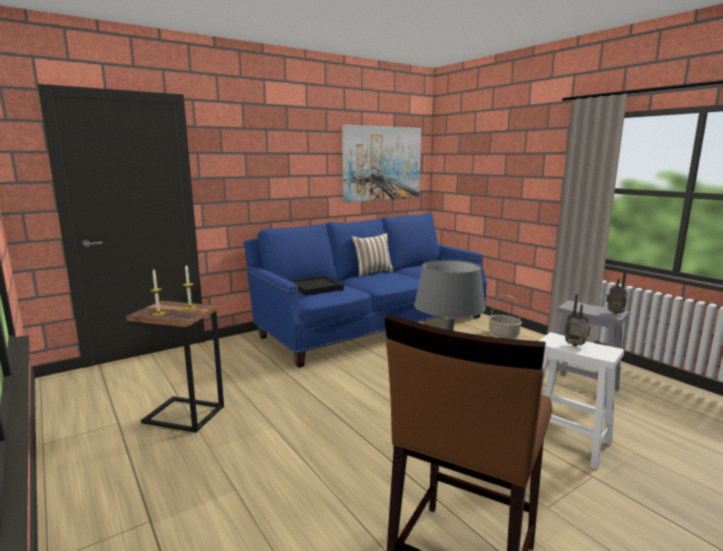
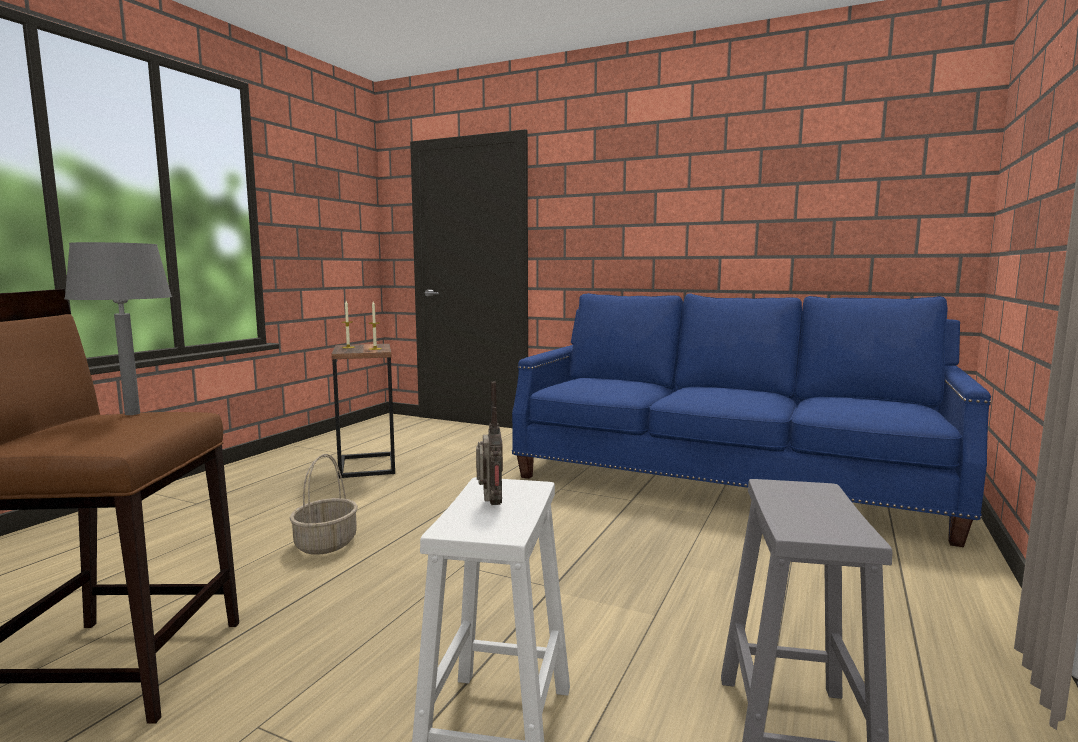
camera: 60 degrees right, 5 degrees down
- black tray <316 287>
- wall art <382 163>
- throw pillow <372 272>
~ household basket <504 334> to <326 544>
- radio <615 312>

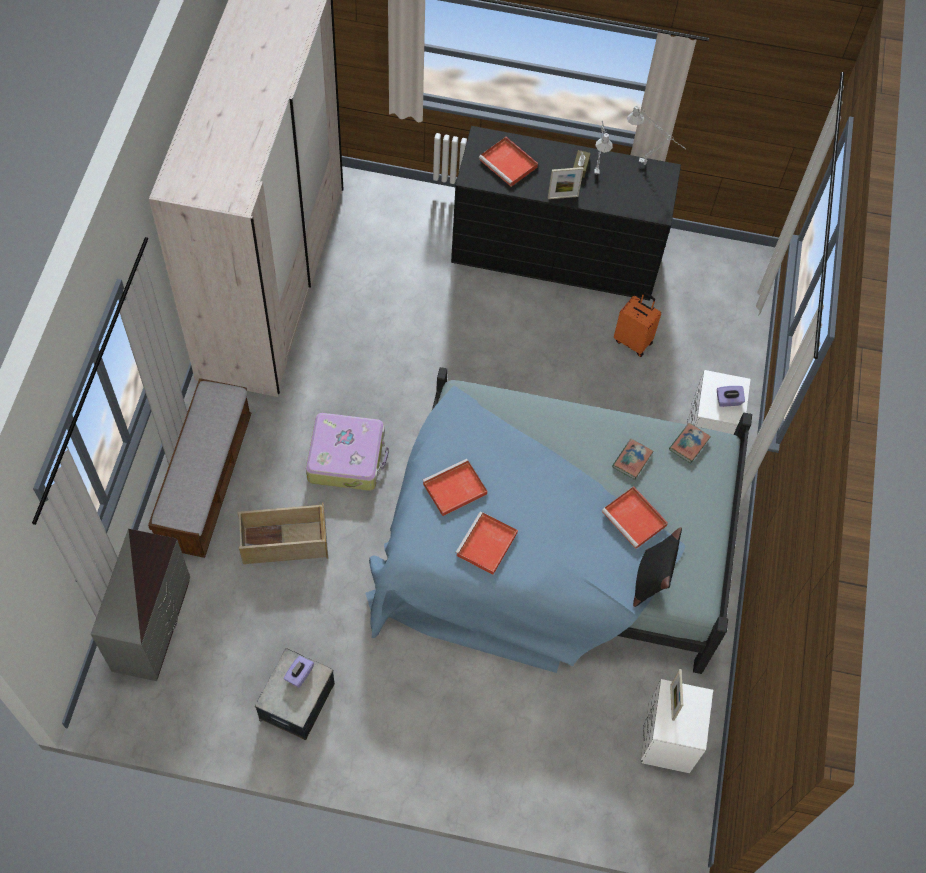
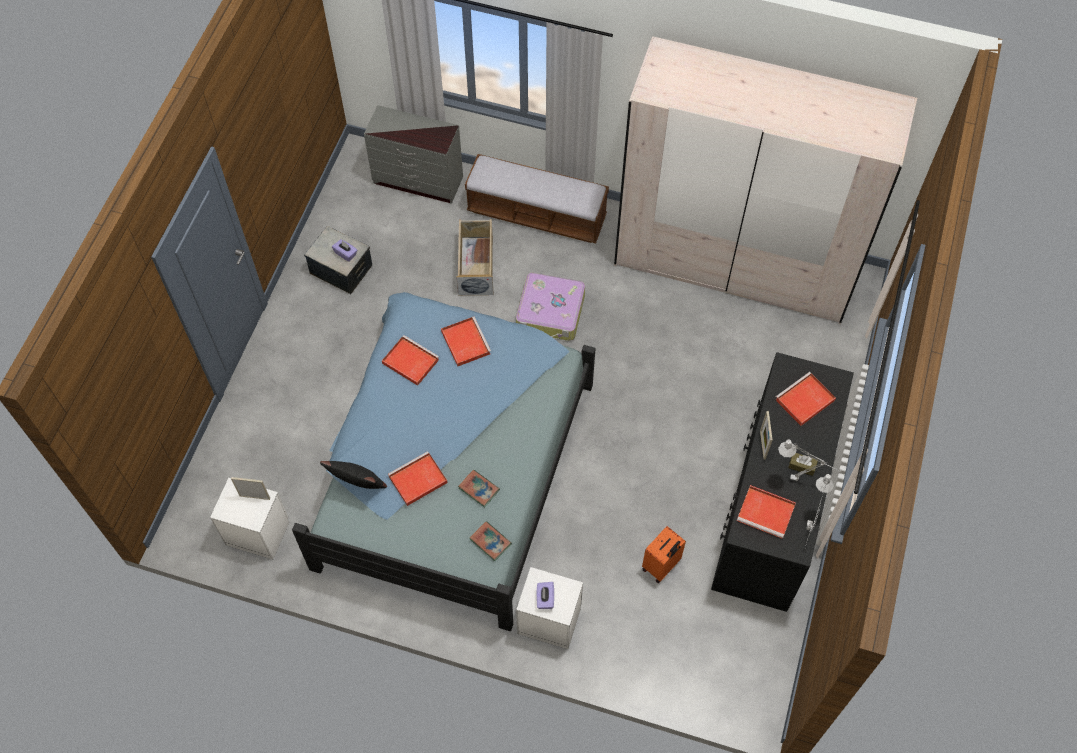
camera: 100 degrees right, 0 degrees up
+ reddish tray <767 513>

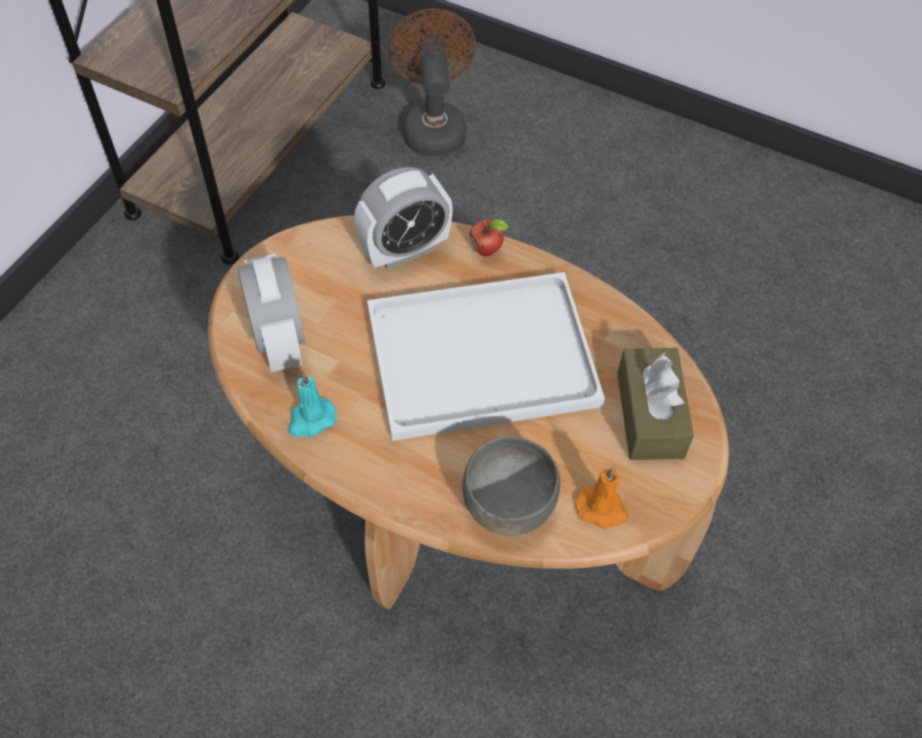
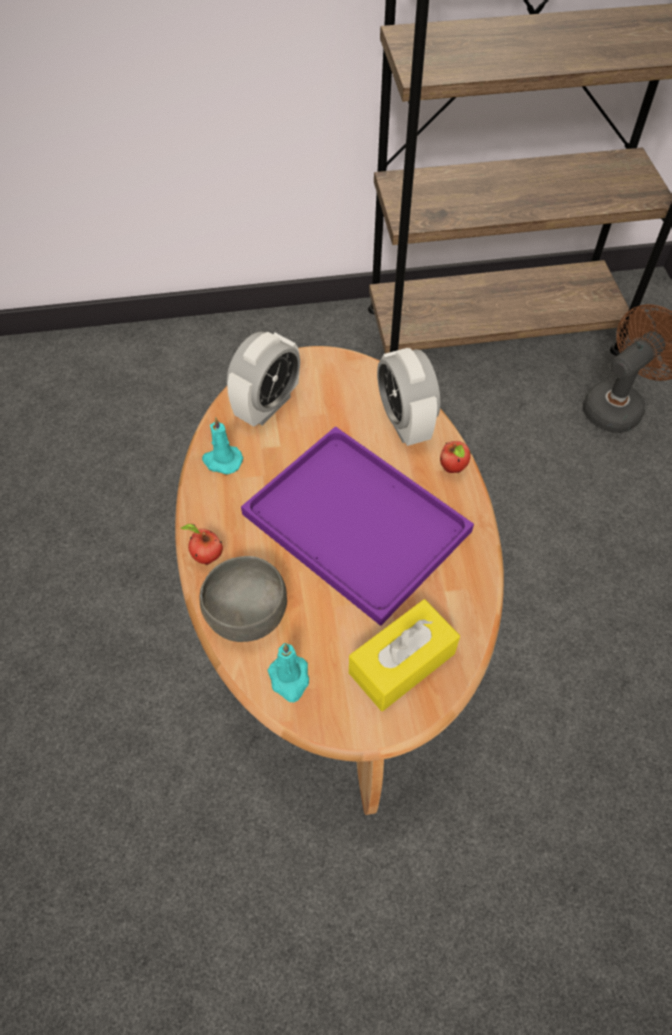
camera: 55 degrees right, 0 degrees up
~ table clock <405 250> = <404 423> 45 degrees clockwise
~ white-coloured tray <485 354> to purplish tray <360 524>
~ orange wax light <602 509> to turquoise wax light <289 679>
~ brown-coloured box of tissues <650 415> to yellowish box of tissues <402 663>
+ apple <206 557>

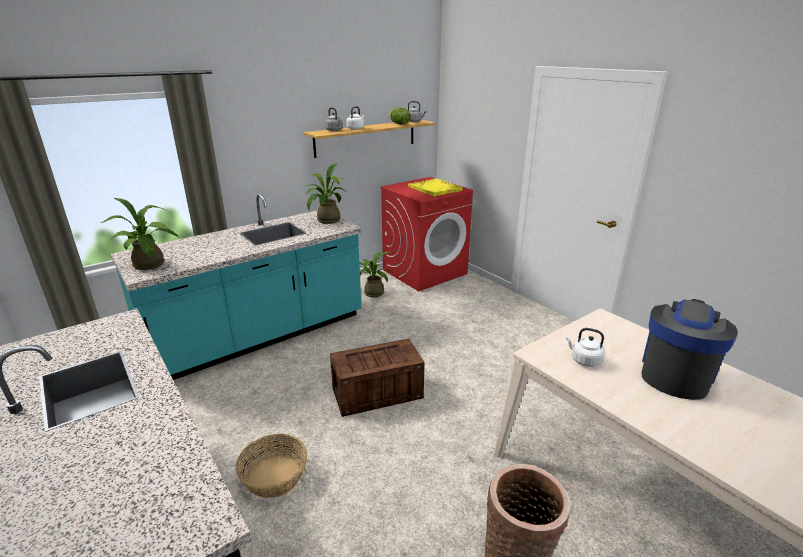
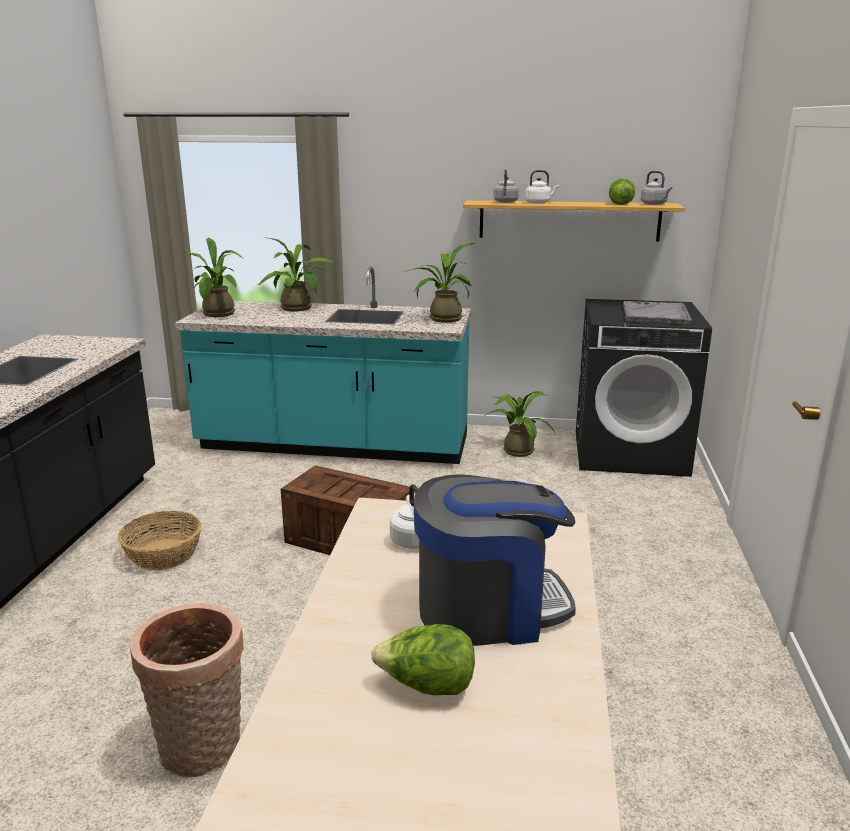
camera: 45 degrees right, 5 degrees down
~ reddish laundry appliance <424 272> to black laundry appliance <630 452>
~ yellowish tray <435 188> to greyish tray <655 315>
+ potted plant <299 309>
+ lettuce head <427 687>

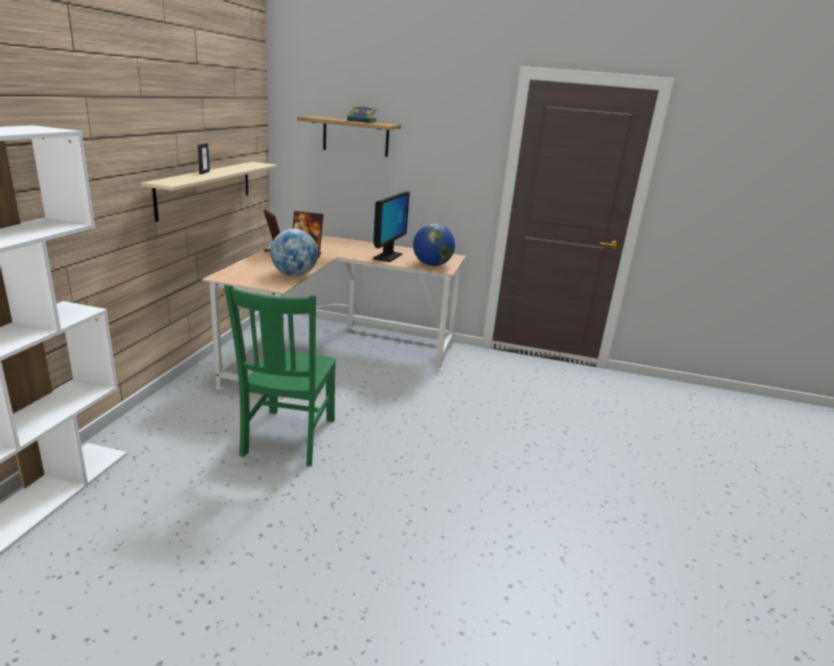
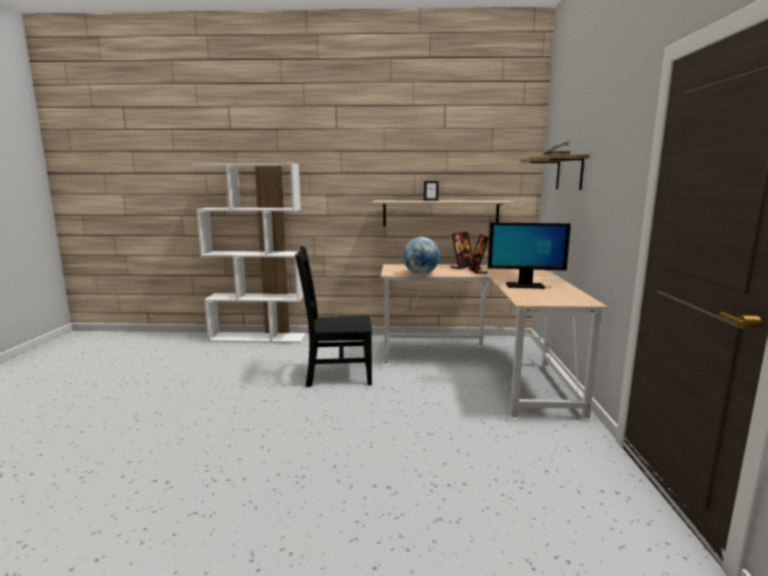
camera: 80 degrees right, 10 degrees down
~ green-coloured chair <288 438> to black chair <336 375>
- world globe <432 265>

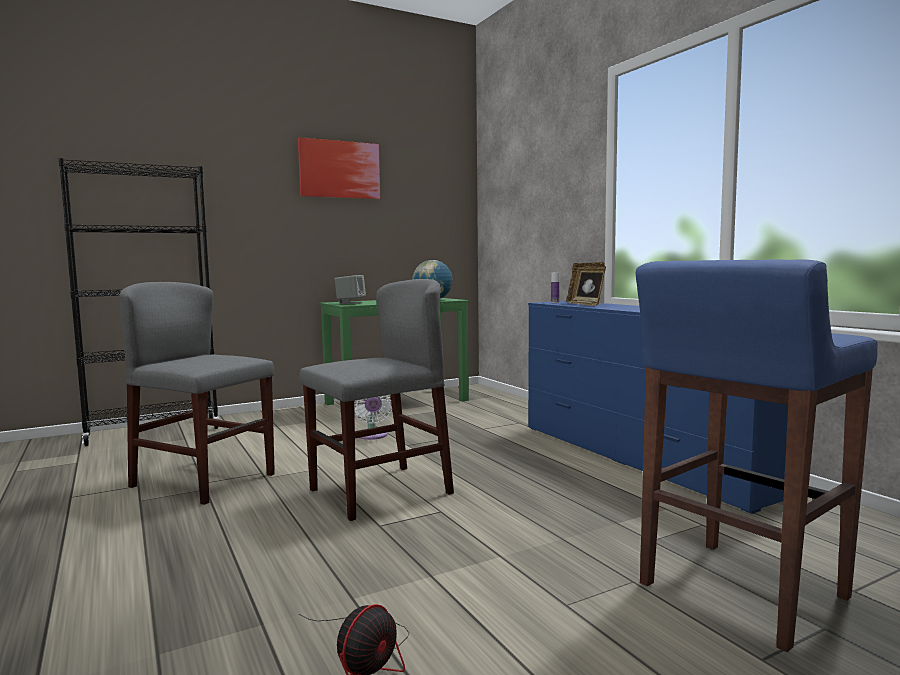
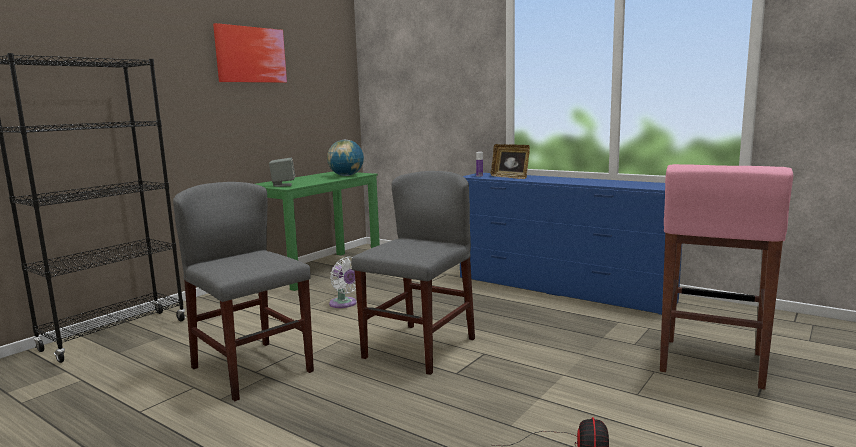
camera: 25 degrees left, 5 degrees up
~ greyish chair <204 480> = <252 369> 45 degrees clockwise
~ blue-coloured stool <740 592> to pink-coloured stool <711 363>

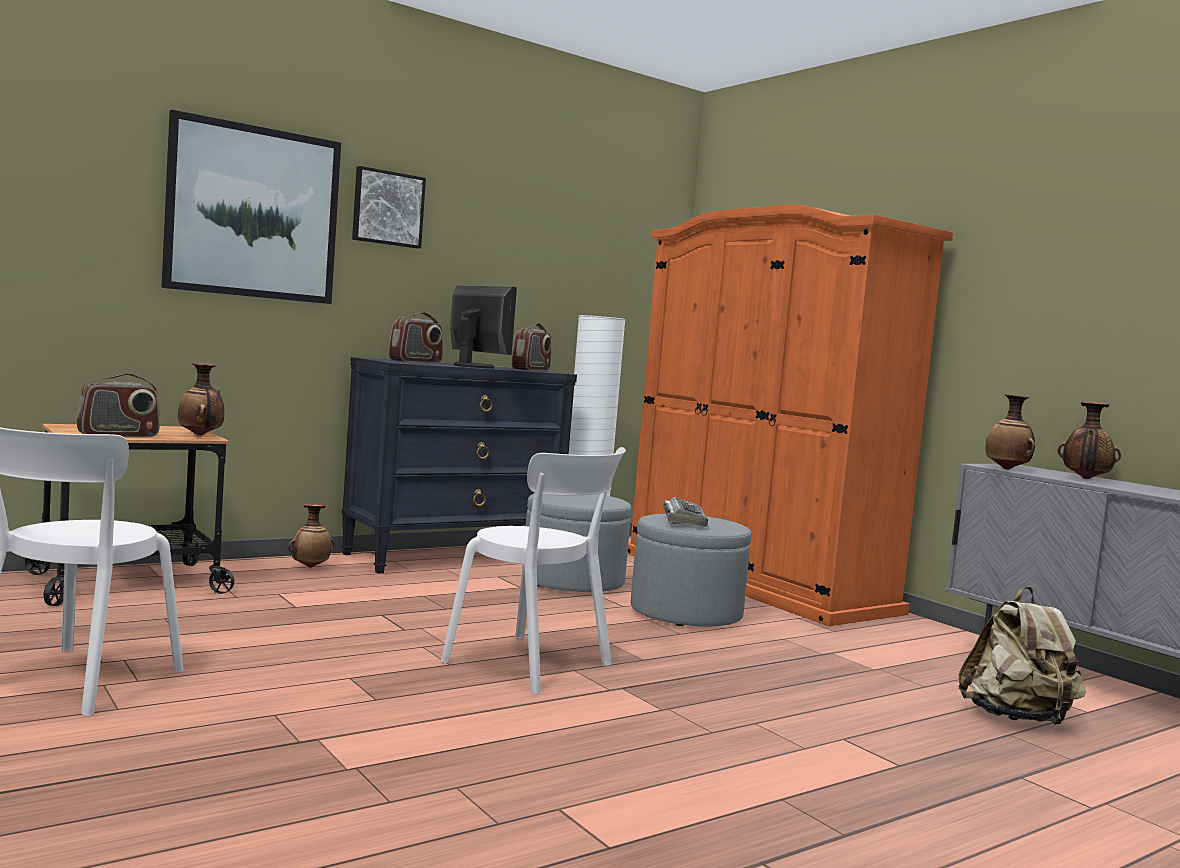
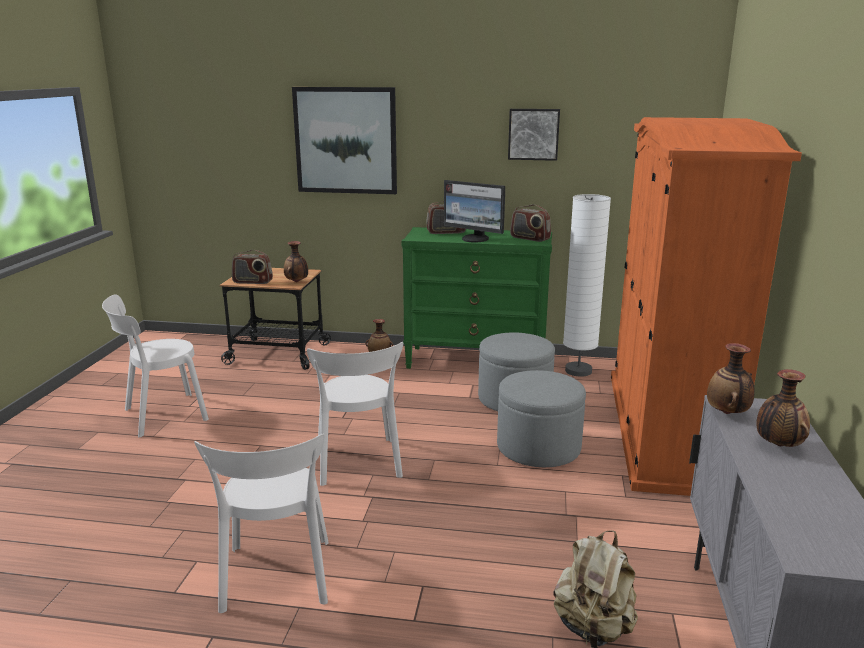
camera: 45 degrees right, 15 degrees up
~ black drawer chest <453 557> to green-coloured drawer chest <476 361>
~ wall art <387 208> to <533 134>
~ monitor <475 366> = <475 239> 120 degrees clockwise
~ radio <531 369> = <529 238> 60 degrees clockwise
- keyboard <684 519>
+ white-coloured chair <276 579>

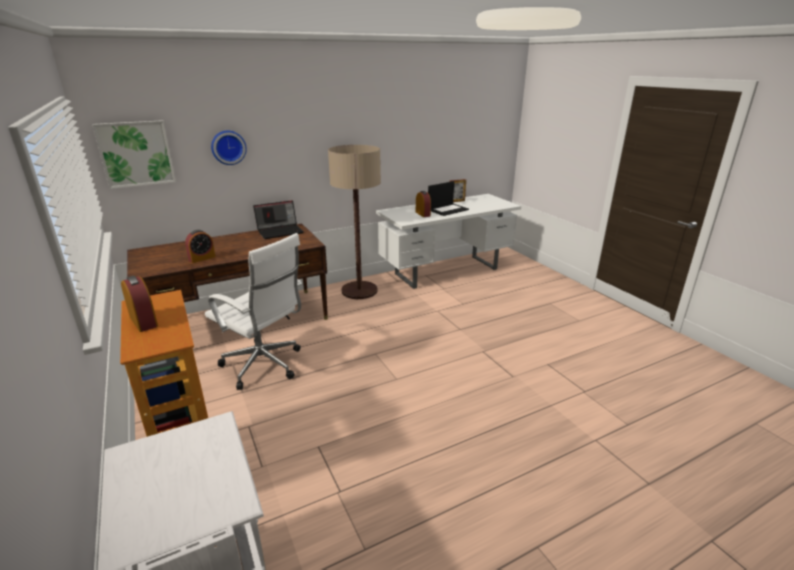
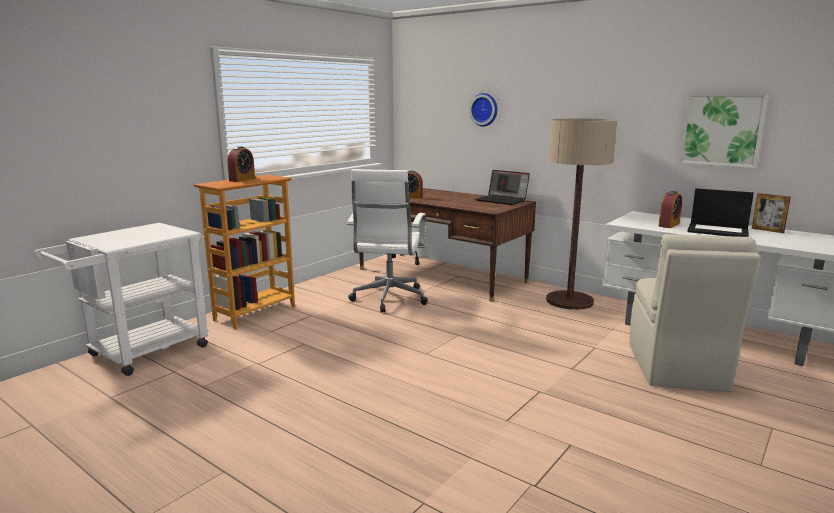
camera: 65 degrees right, 10 degrees down
~ wall art <136 154> to <722 129>
+ beige-coloured chair <676 368>

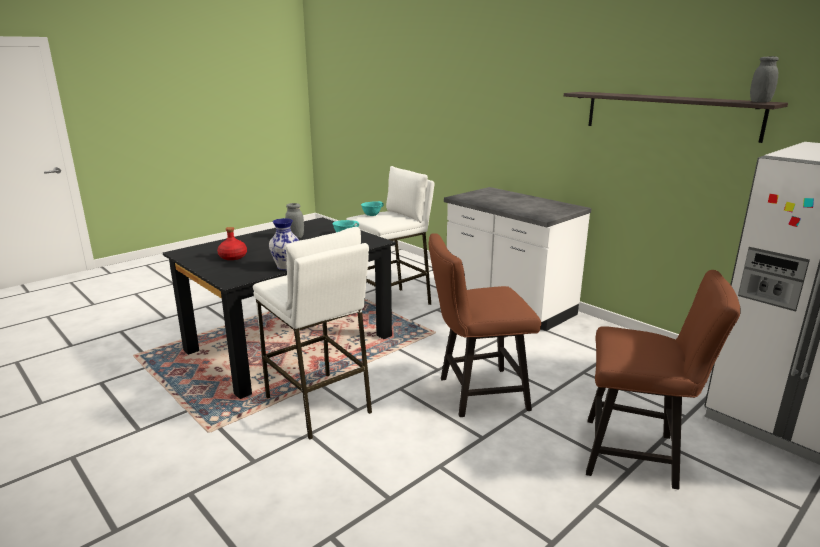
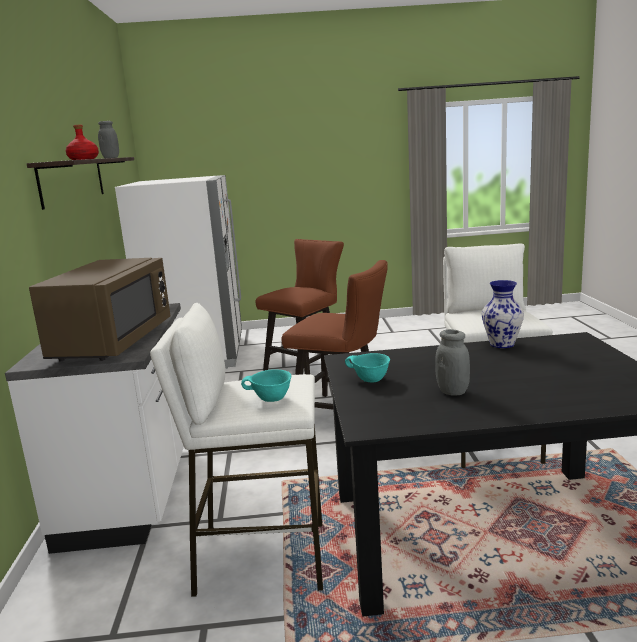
camera: 140 degrees left, 5 degrees down
~ reddish bottle <233 257> to <83 159>
~ brown-coloured chair <638 455> = <307 366> 75 degrees clockwise
+ brown-coloured microwave oven <113 342>

